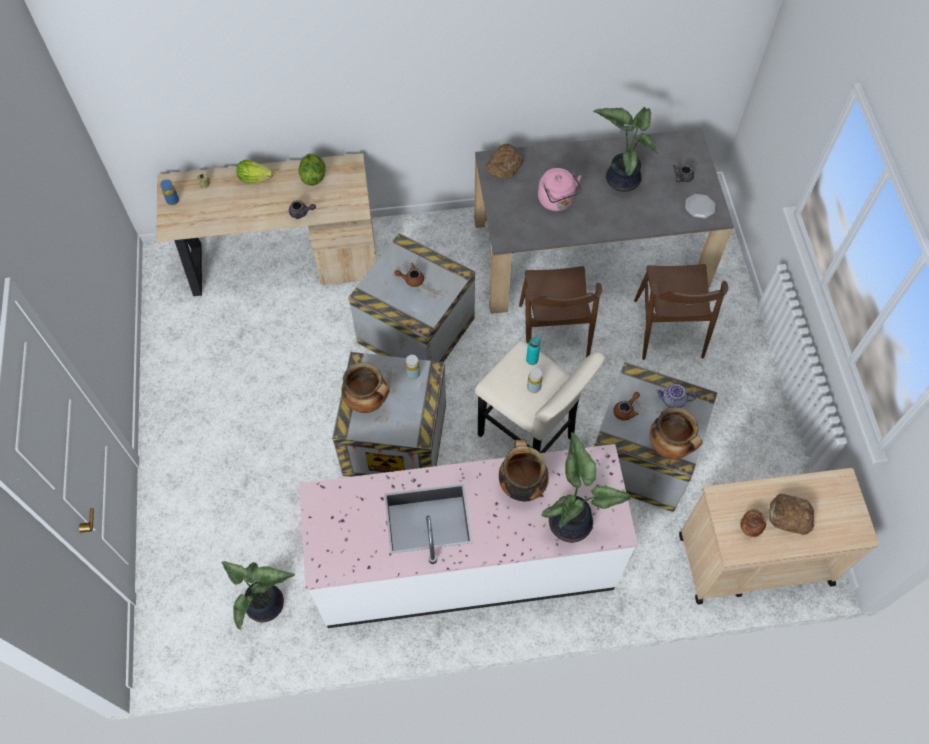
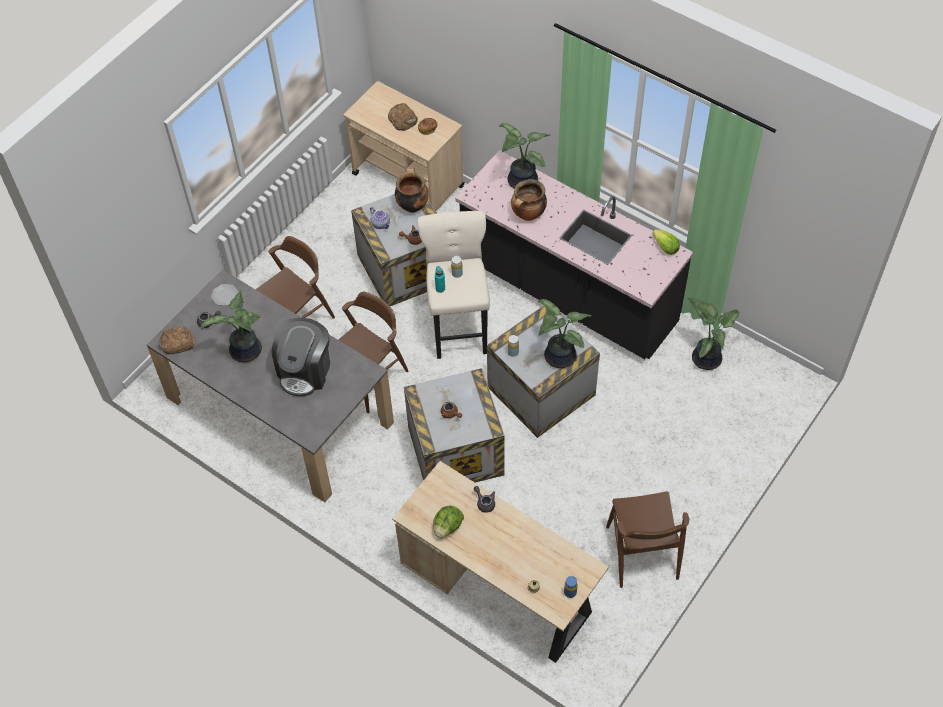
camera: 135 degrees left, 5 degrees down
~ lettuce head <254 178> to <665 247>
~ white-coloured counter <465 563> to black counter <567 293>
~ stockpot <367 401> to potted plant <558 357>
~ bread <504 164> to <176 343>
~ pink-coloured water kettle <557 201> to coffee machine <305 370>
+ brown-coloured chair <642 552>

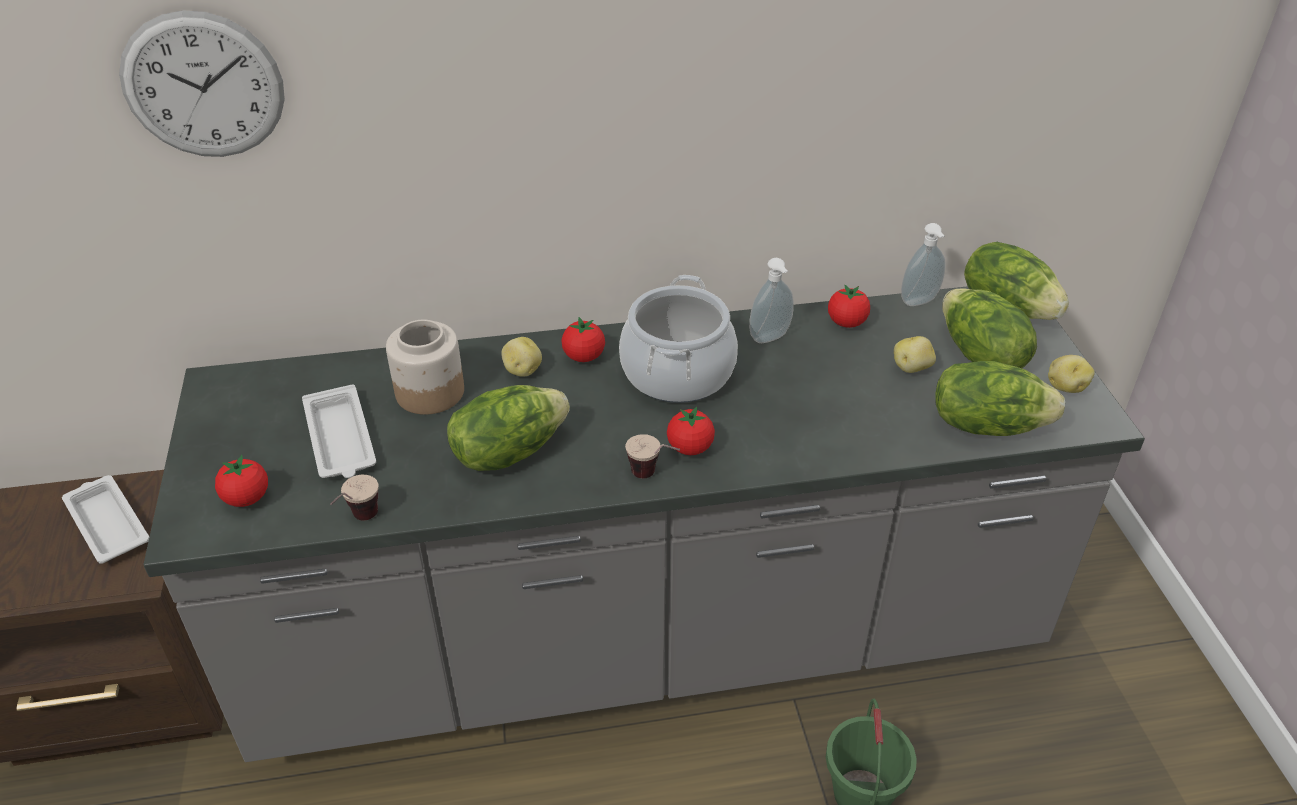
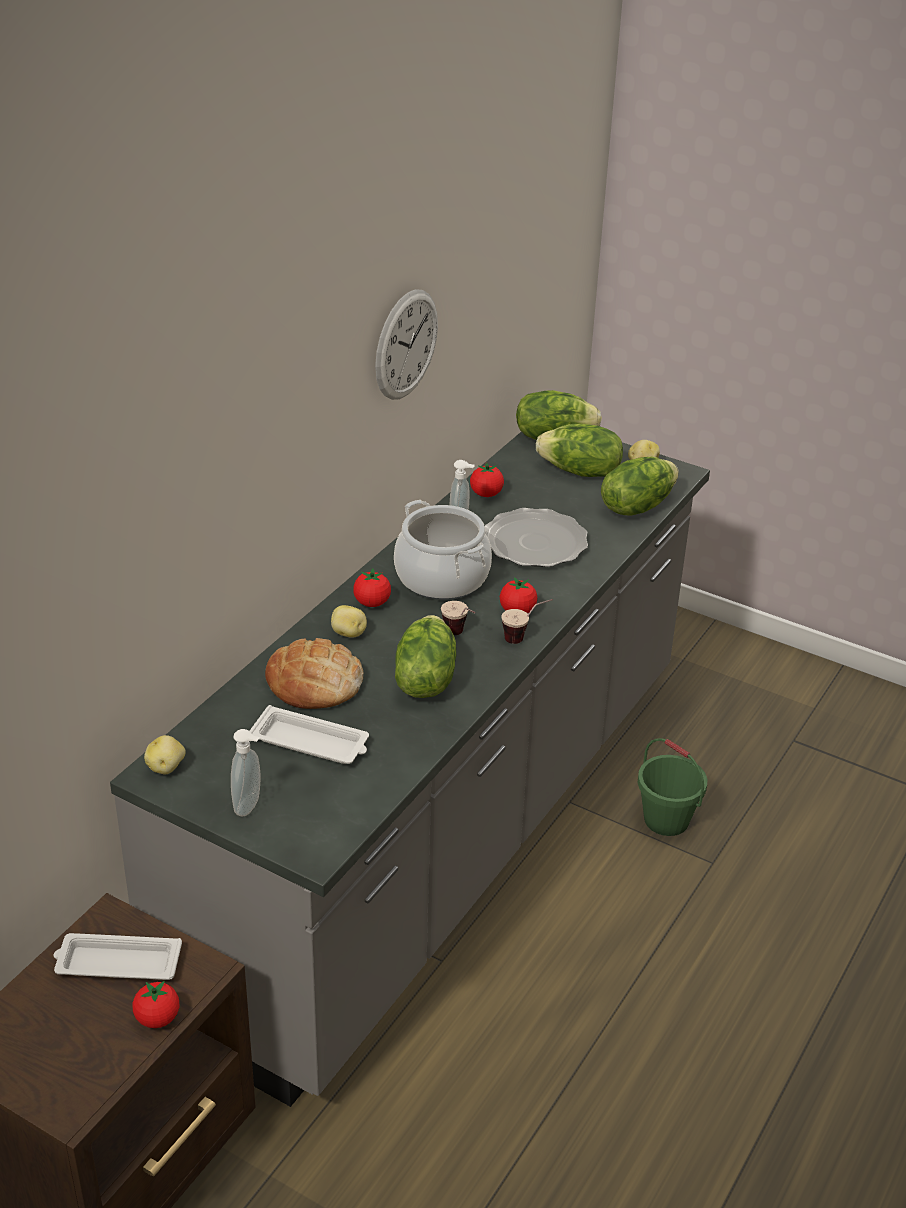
camera: 50 degrees left, 5 degrees down
~ wall clock <203 86> to <406 344>
~ fresh tomato <247 498> to <157 1018>
~ drinking cup <358 522> to <459 636>
~ preserve jar <429 392> to bread <315 682>
~ whole potato <912 368> to <166 767>
~ soap bottle <920 302> to <249 806>
+ flat dish <535 542>

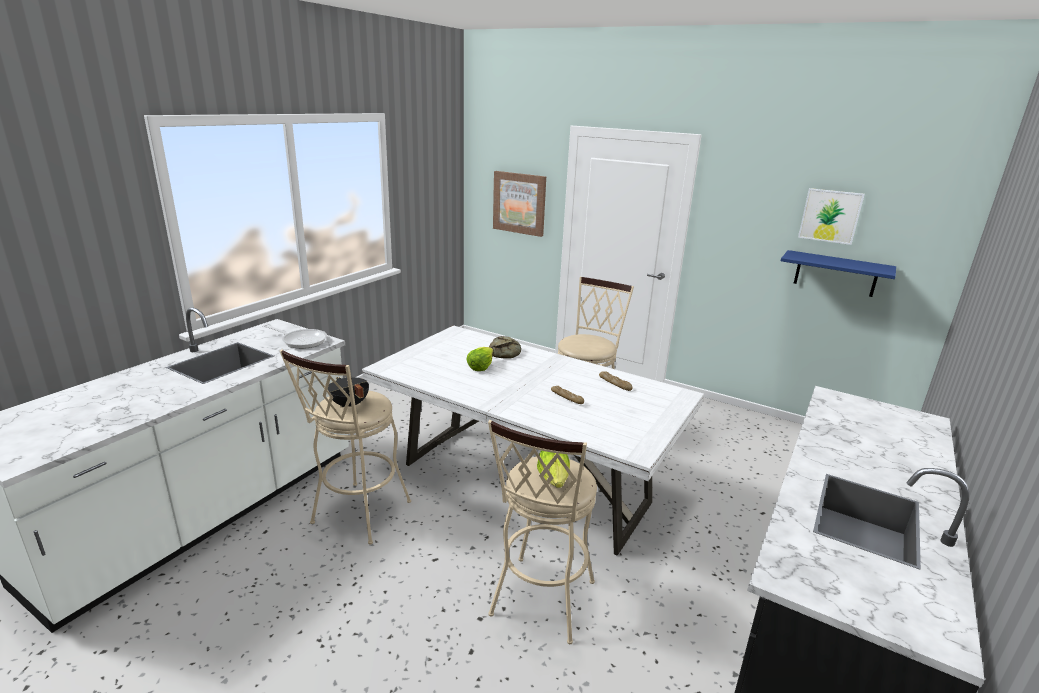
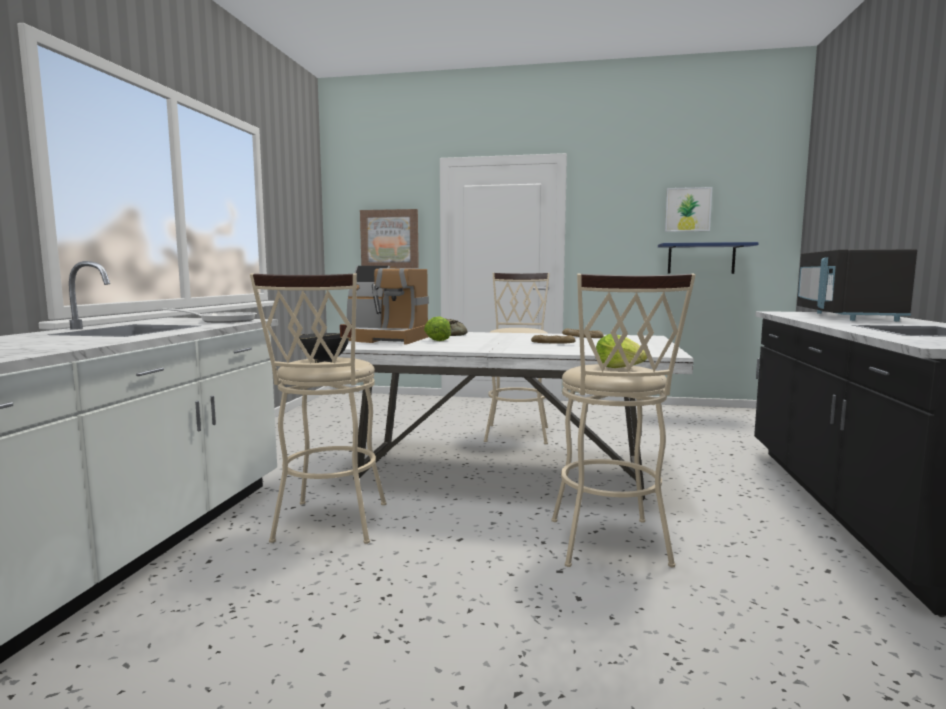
camera: 20 degrees left, 15 degrees down
+ coffee machine <385 339>
+ black microwave oven <846 316>

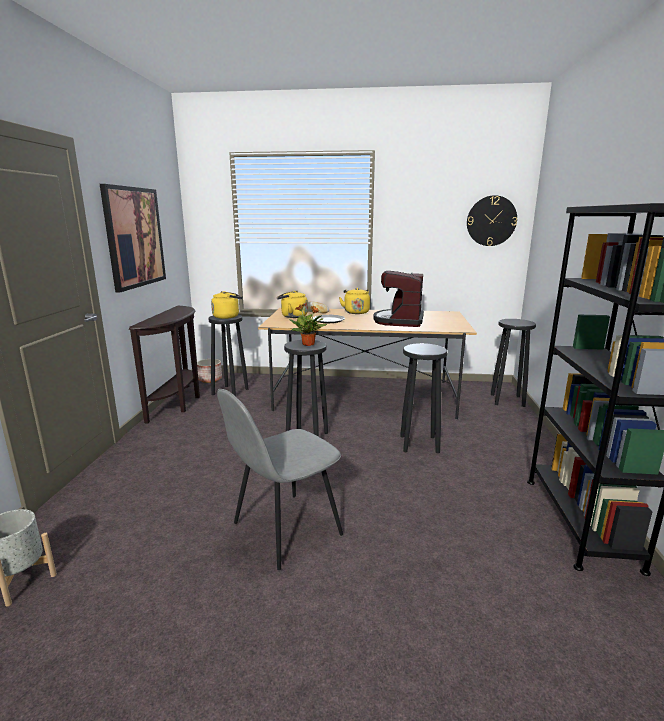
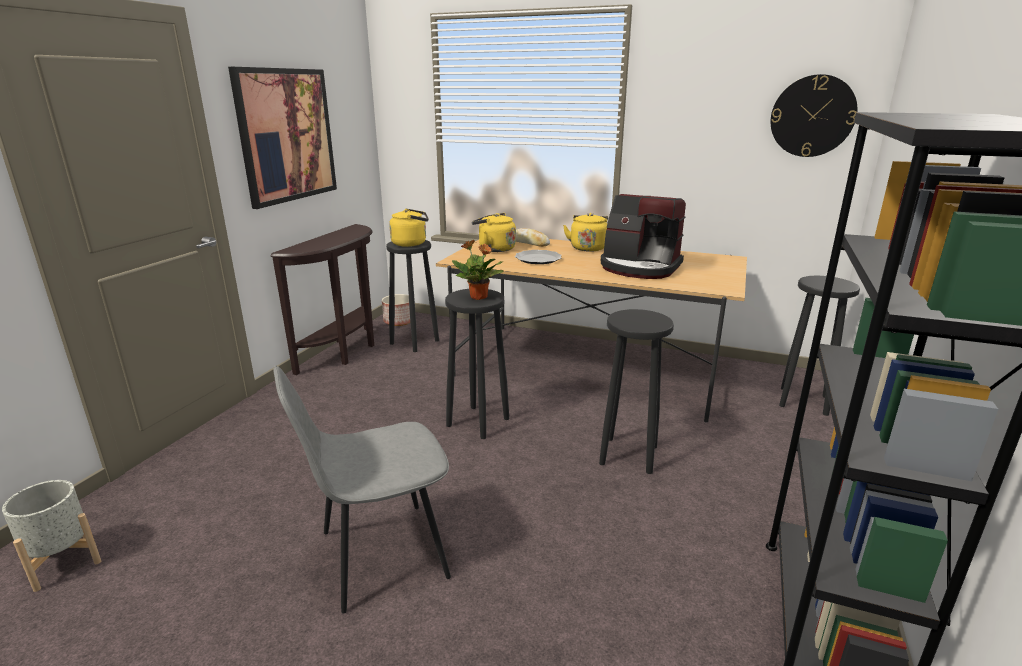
camera: 15 degrees right, 5 degrees up
~ coffee machine <399 321> = <639 267> 90 degrees counterclockwise

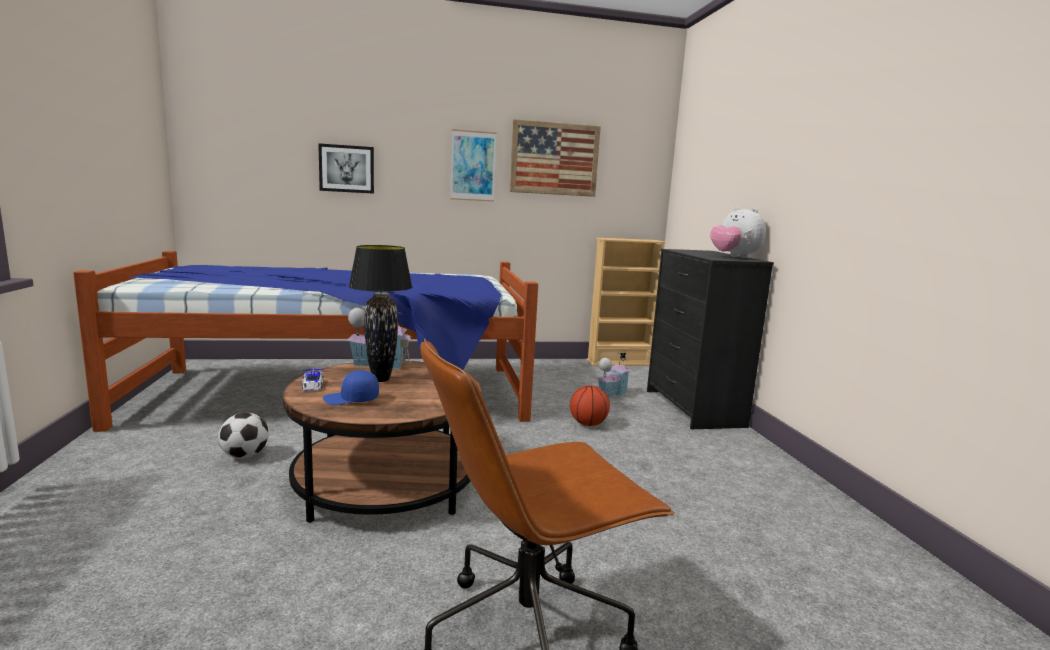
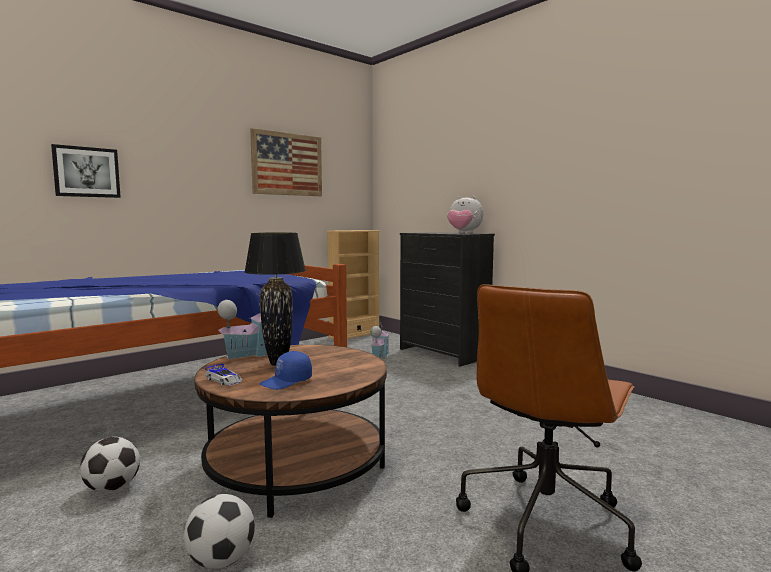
camera: 30 degrees left, 5 degrees down
- wall art <473 166>
- basketball <588 424>
+ football <221 561>

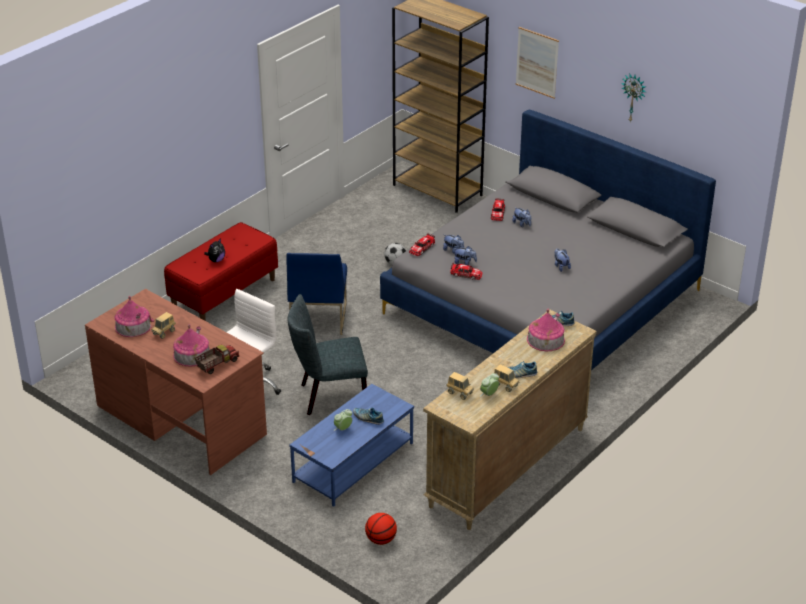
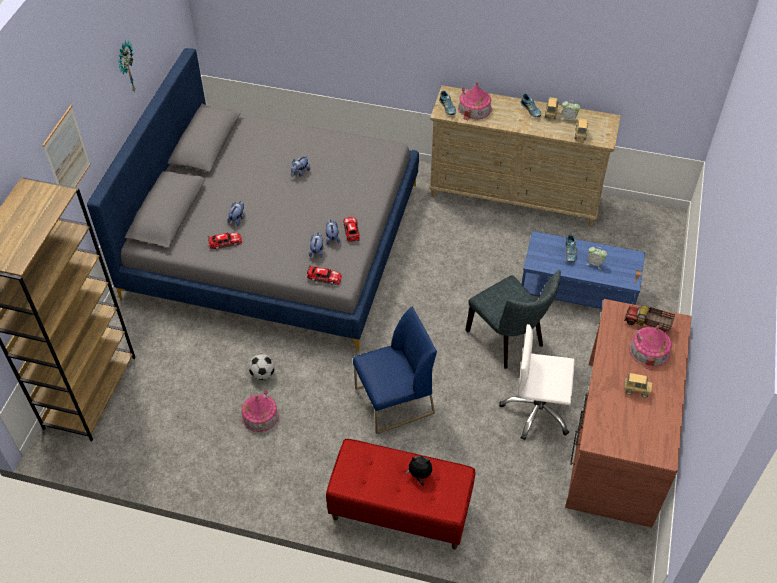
camera: 115 degrees left, 15 degrees up
~ miniature house <133 326> to <260 415>
- basketball <381 540>

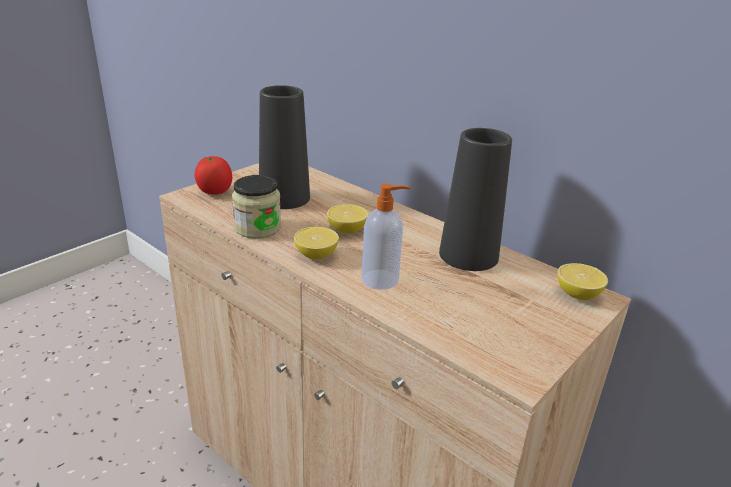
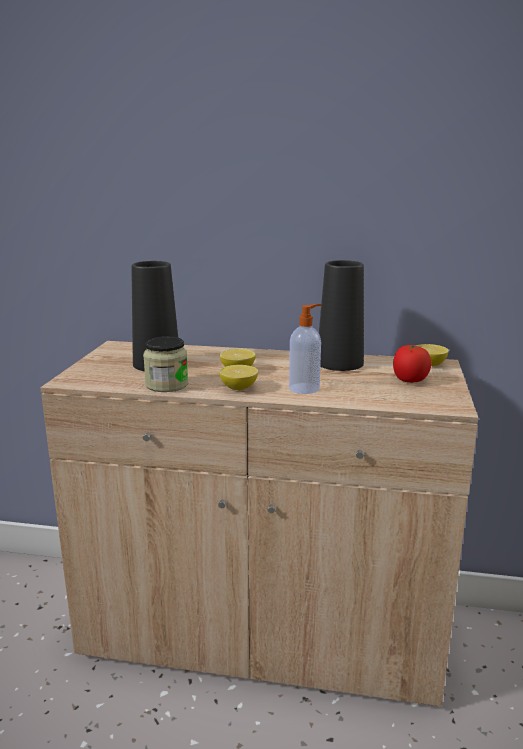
camera: 30 degrees left, 10 degrees down
~ fresh tomato <214 192> to <409 380>

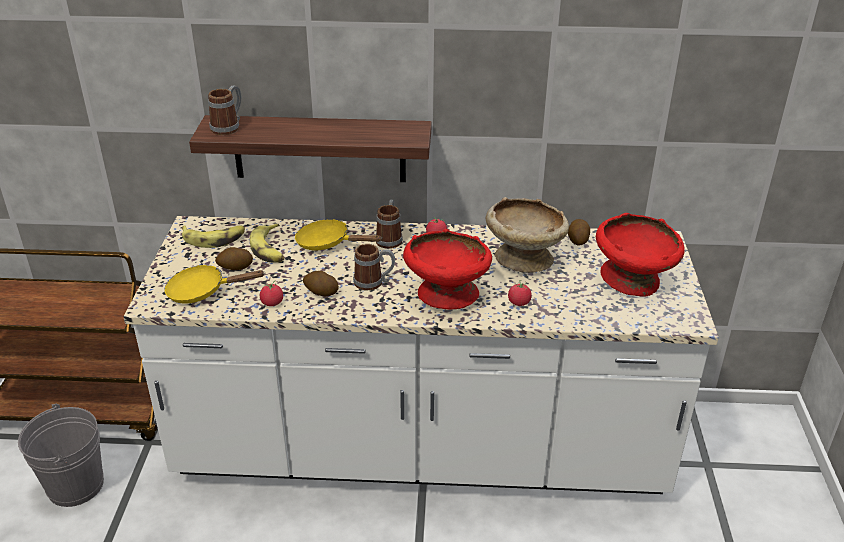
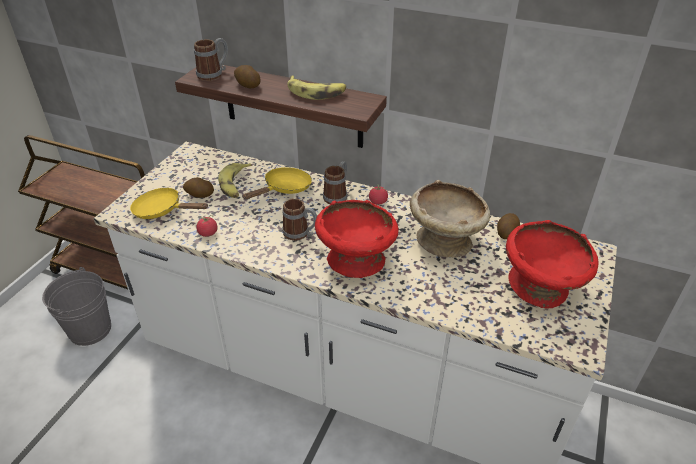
camera: 20 degrees right, 5 degrees up
~ whole banana <214 239> to <316 92>
~ yellowish pan <328 243> = <284 189> 90 degrees clockwise
~ whole potato <321 292> to <247 85>
- fresh tomato <519 302>

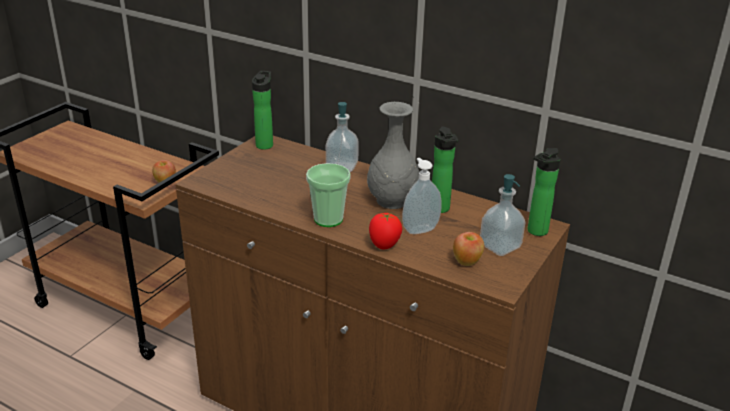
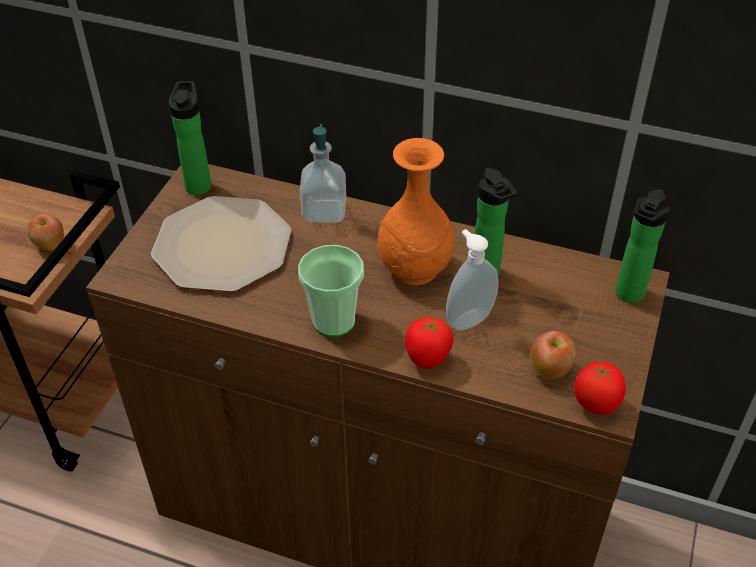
camera: 10 degrees left, 15 degrees up
~ greyish flower vase <391 201> to orange flower vase <414 269>
- soap bottle <500 246>
+ flat dish <221 246>
+ fresh tomato <595 405>

